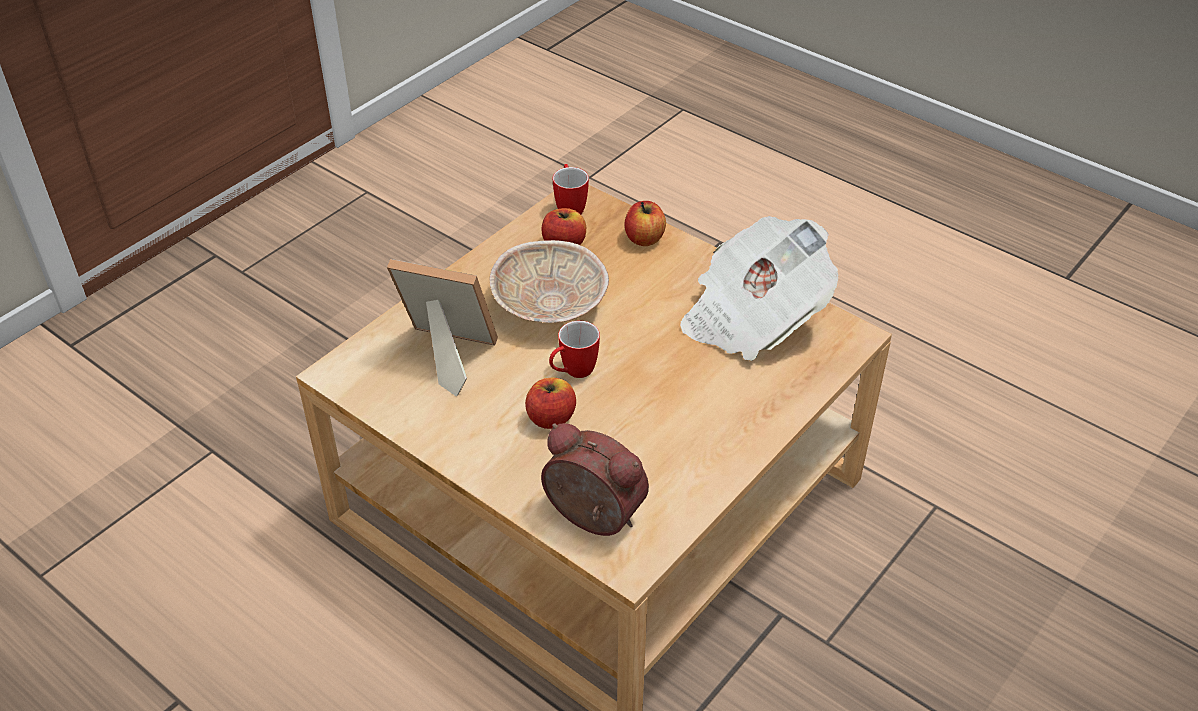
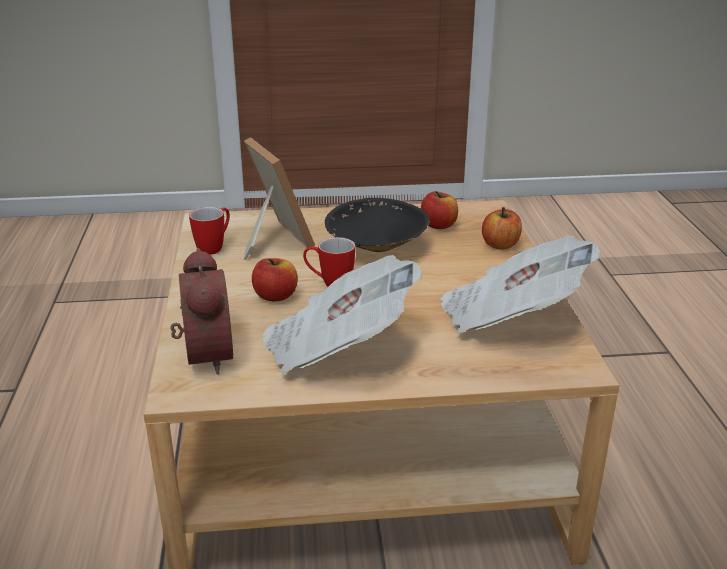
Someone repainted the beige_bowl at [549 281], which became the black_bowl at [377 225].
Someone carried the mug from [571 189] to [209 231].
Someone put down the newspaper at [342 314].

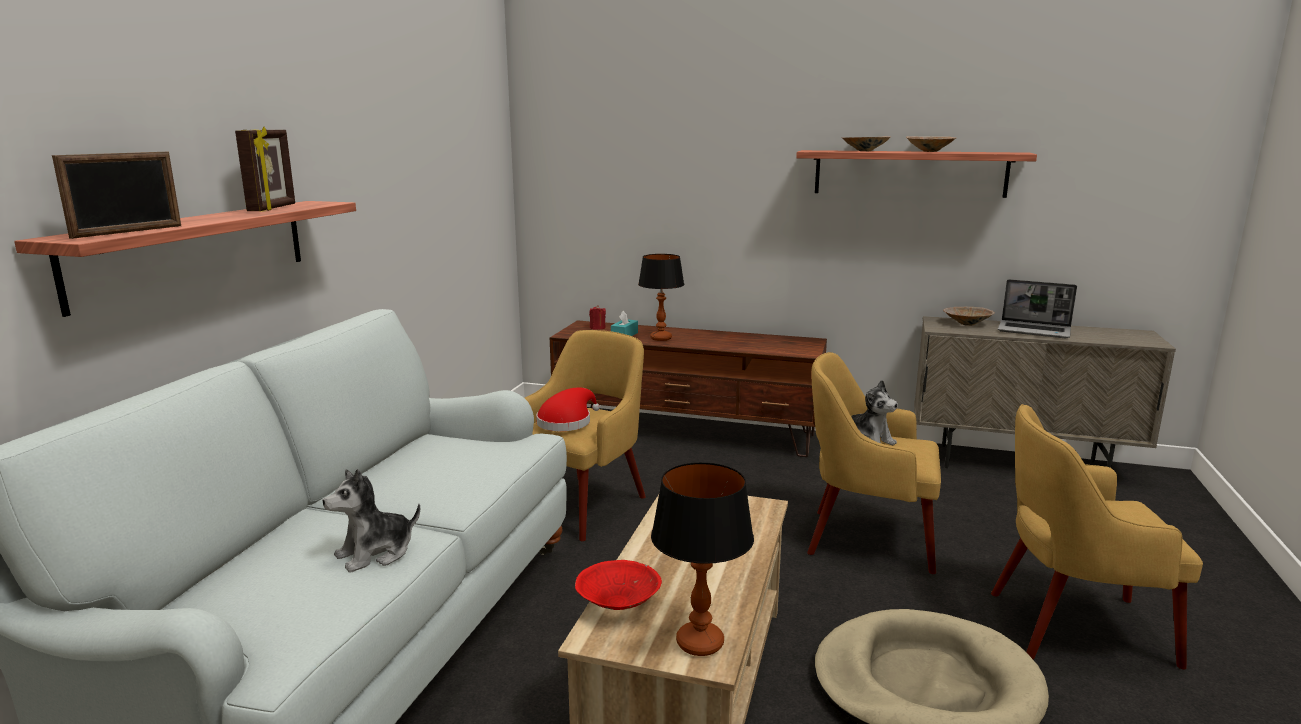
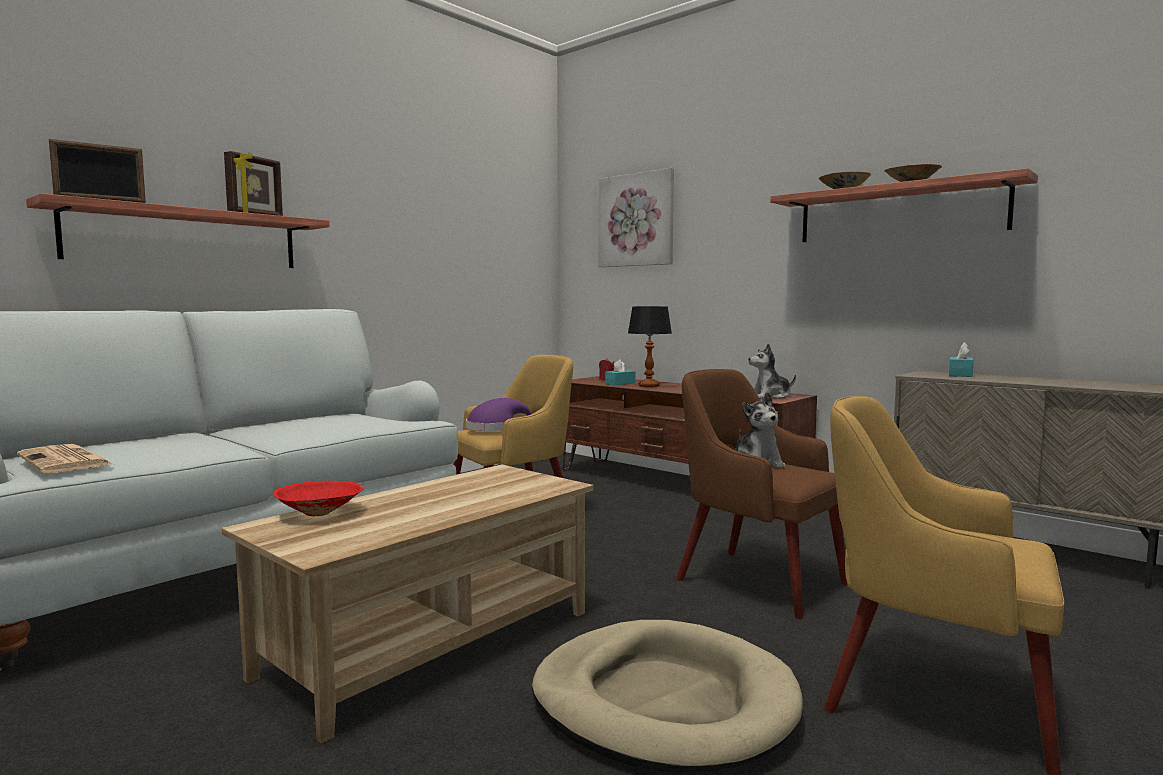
Someone carried the plush_toy from [371 521] to [772 371].
Someone repainted the red_hat at [568 409], which became the purple_hat at [498 414].
Someone took away the table_lamp at [702 559].
Someone repainted the yellow_armchair at [874 463], which became the brown_armchair at [762 494].
Someone swapped the beige_bowl at [969 316] for the turquoise_tissue_box at [961 359].
Someone took away the laptop at [1037 308].
Someone put down the newspaper at [65 458].
Someone put up the picture at [636 217].

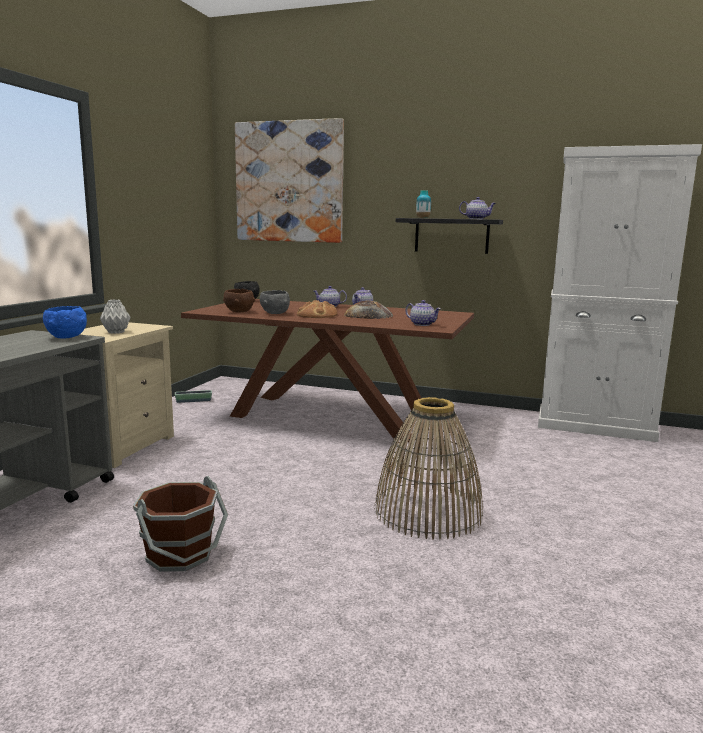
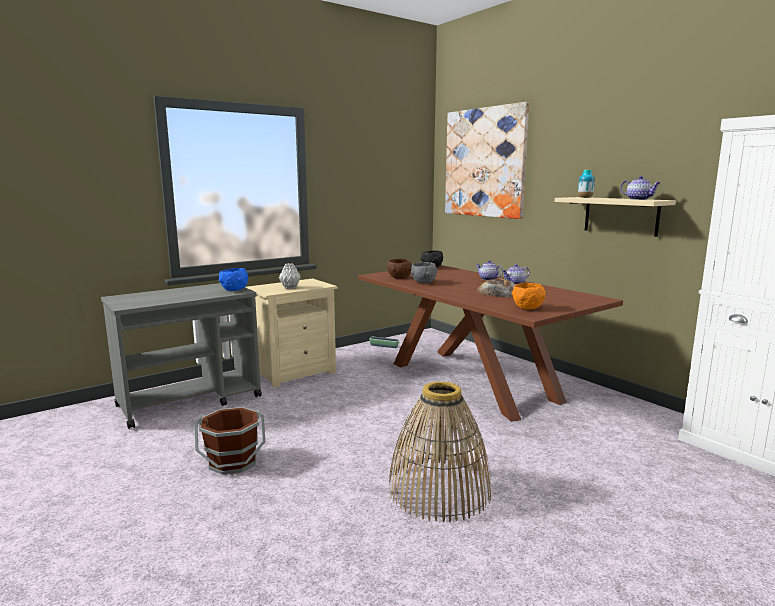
Someone took away the bread at [317 309].
Someone repainted the black_shelf at [449 236], which became the beige_shelf at [615 217].
Someone swapped the teapot at [423 313] for the orange_bowl at [528 296].

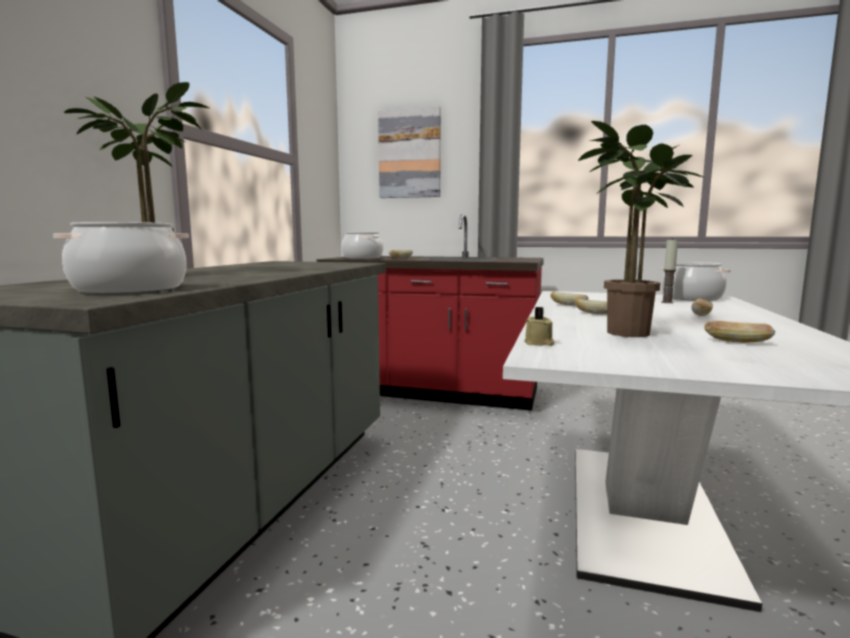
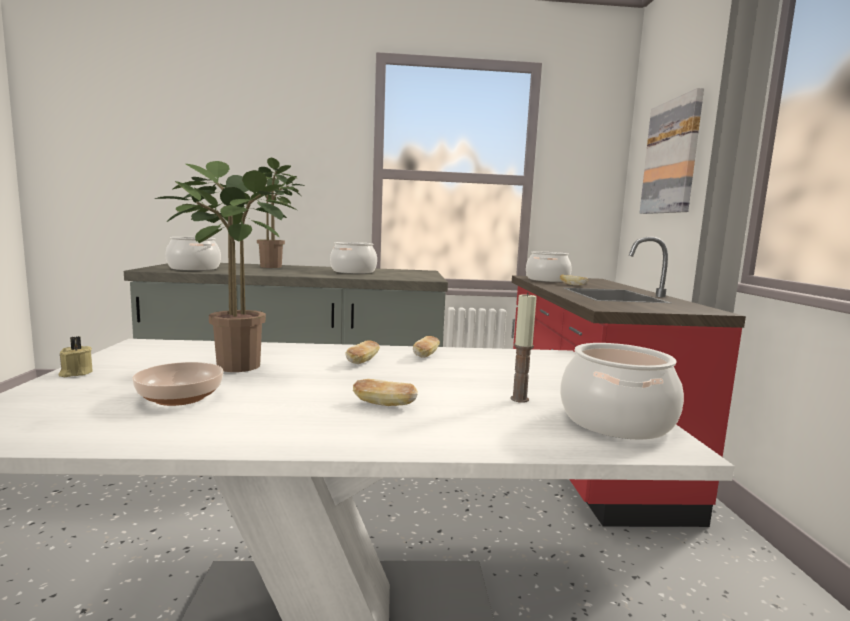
Someone carried the beige_candle from [539 326] to [76 356].
Someone swapped the bread at [739 332] for the bowl at [177 384].
Someone put down the cooking_pot at [353 258].

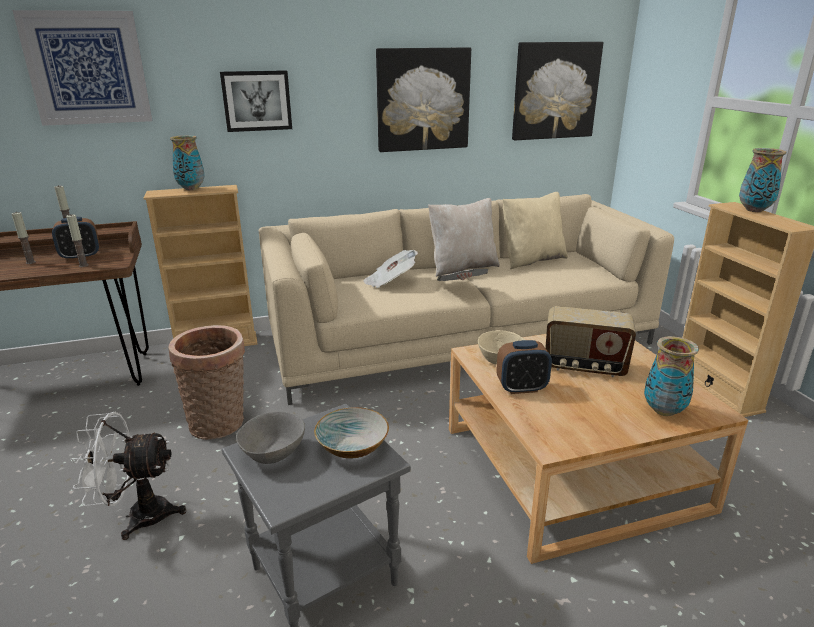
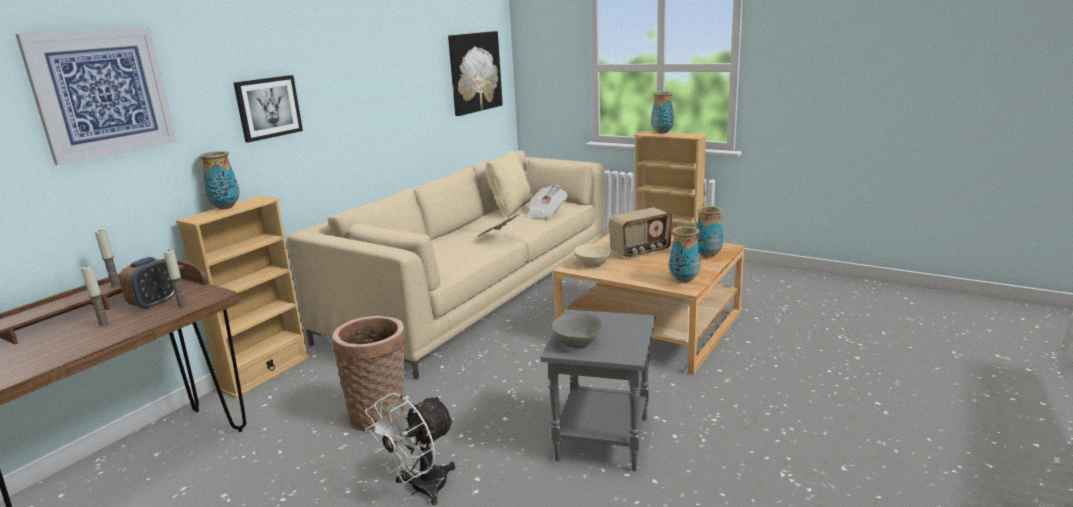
Someone took away the bowl at [351 432].
Someone carried the newspaper from [390 269] to [548 201].
Someone took away the picture at [423 99].
Someone took away the beige_pillow at [464 237].
Someone took away the alarm_clock at [524 367].
Someone put down the vase at [685 254].

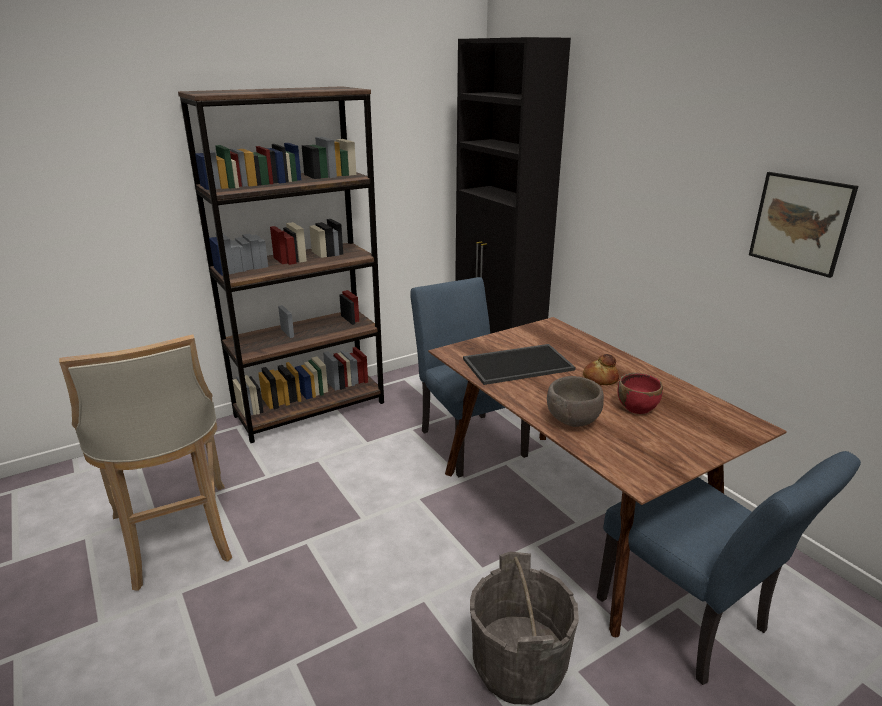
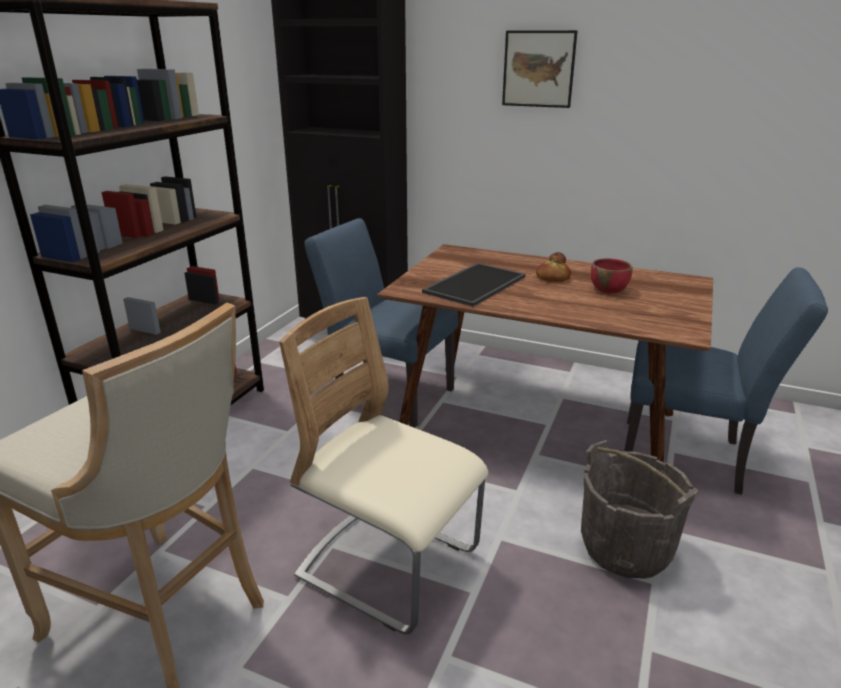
Someone took away the brown_bowl at [575 401].
Someone carried the picture from [803 225] to [539 69].
Someone put down the beige_chair at [383 465].

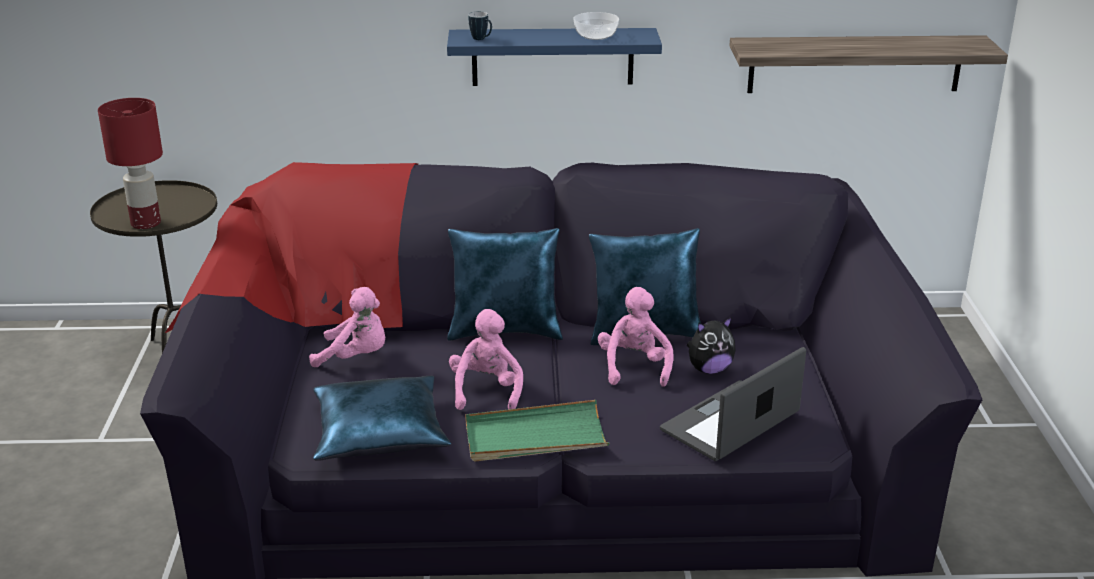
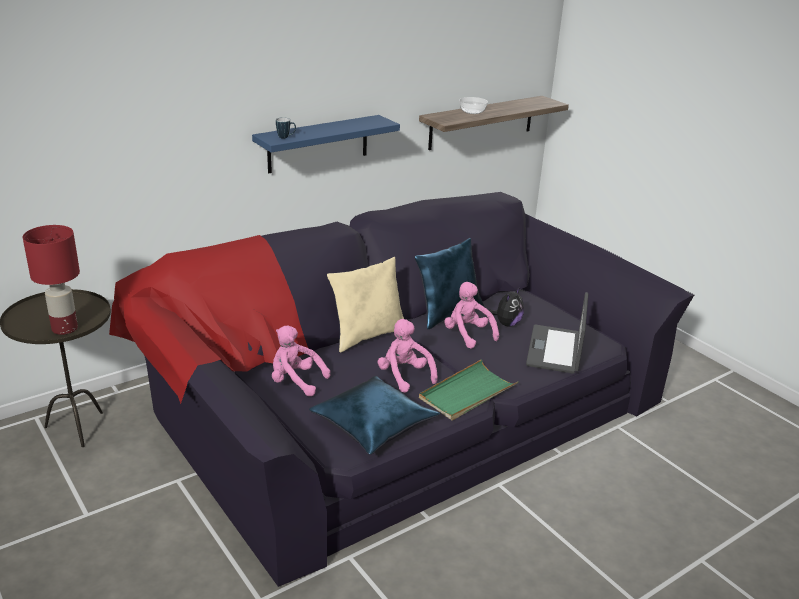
Someone rotated the pink_plush_toy at [347 327] by 135 degrees counterclockwise.
Someone repainted the blue_pillow at [505 284], which became the beige_pillow at [365 305].
Someone carried the bowl from [596 26] to [473 105].

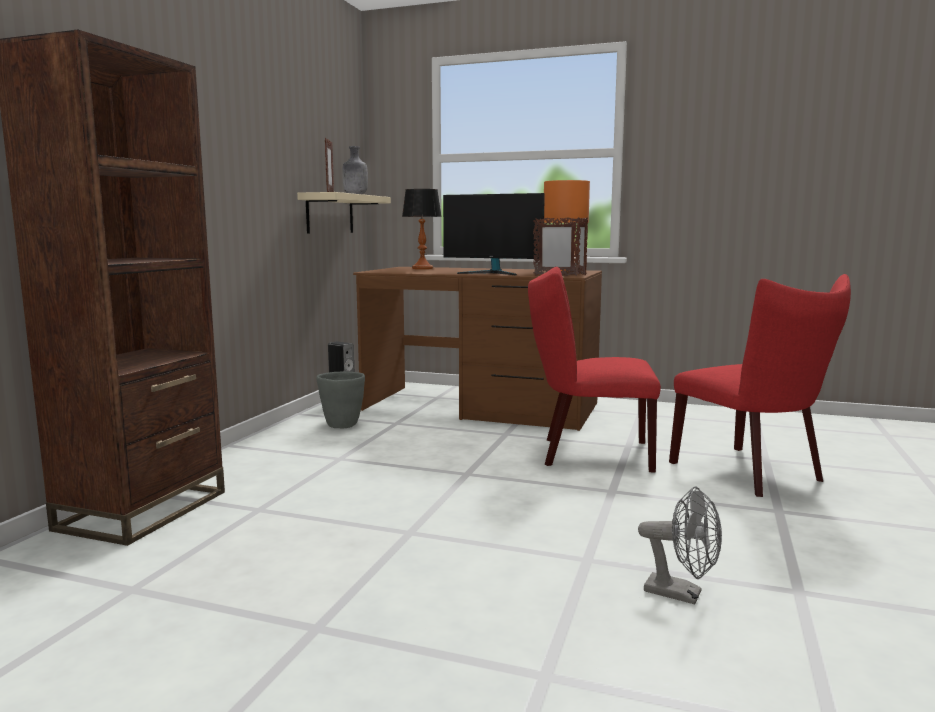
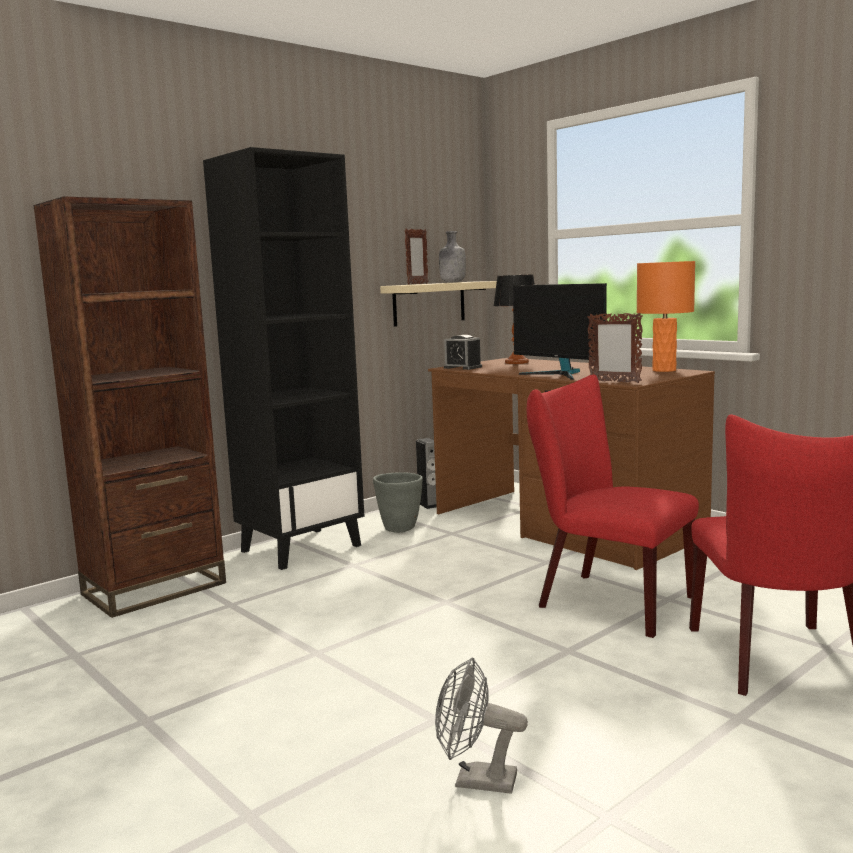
Someone took away the picture_frame at [582 246].
Someone rotated the grey_fan at [680 546] by 135 degrees clockwise.
Someone put down the black_bookcase at [283 358].
Someone put down the alarm_clock at [463 352].

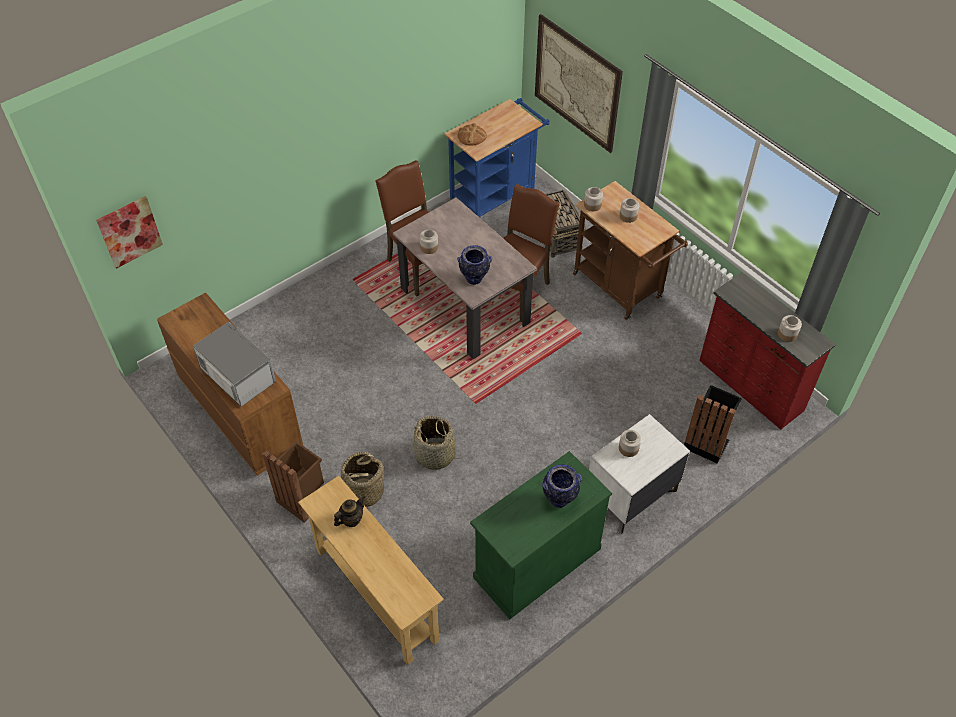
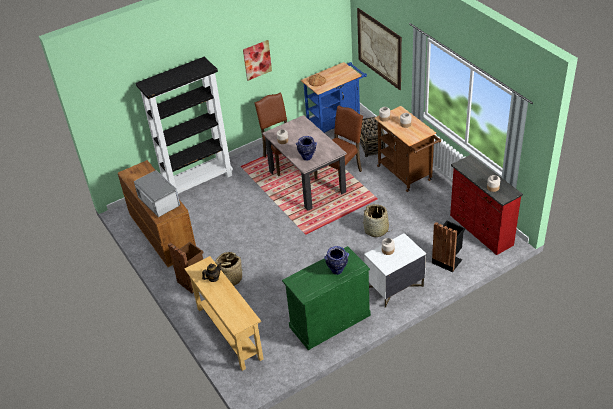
Someone carried the picture from [129 232] to [257 60].
Someone carried the basket from [436 443] to [376 220].
Someone put down the black_bookcase at [184 125].

